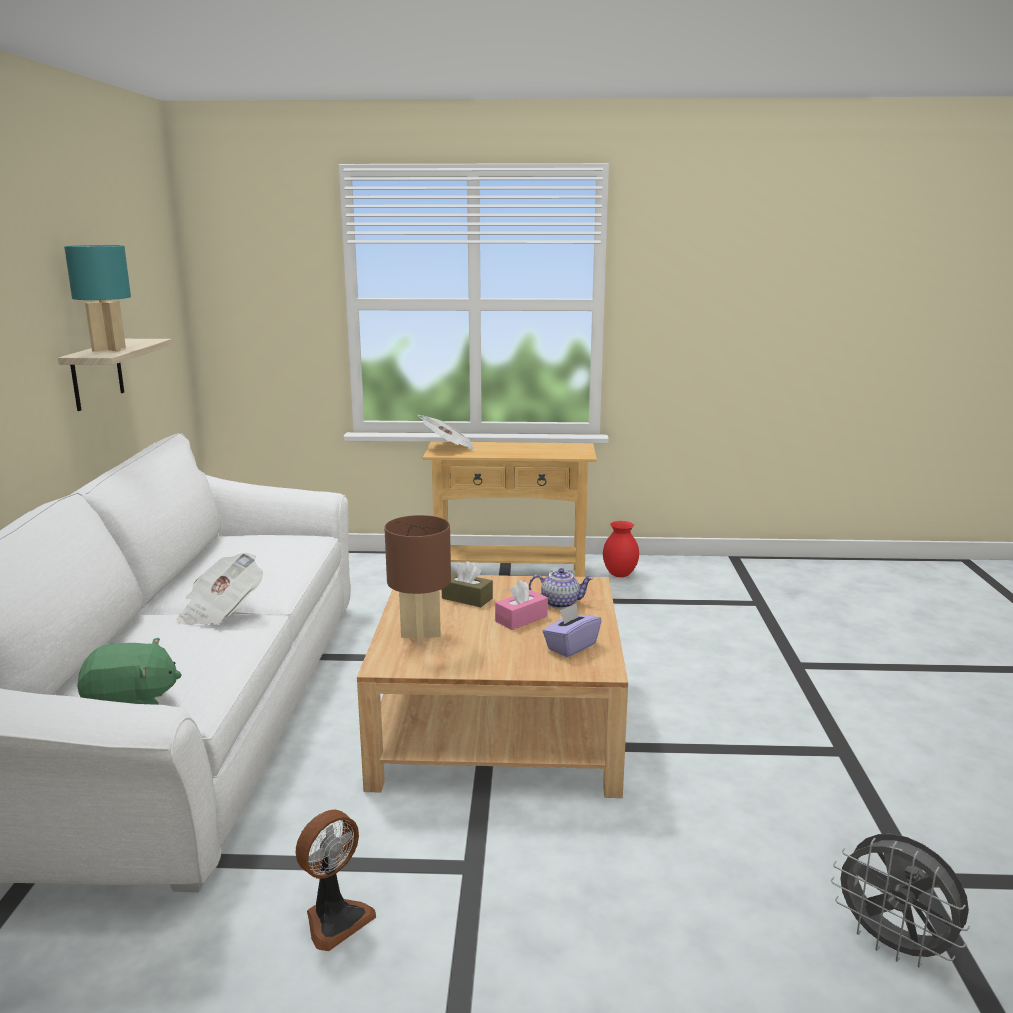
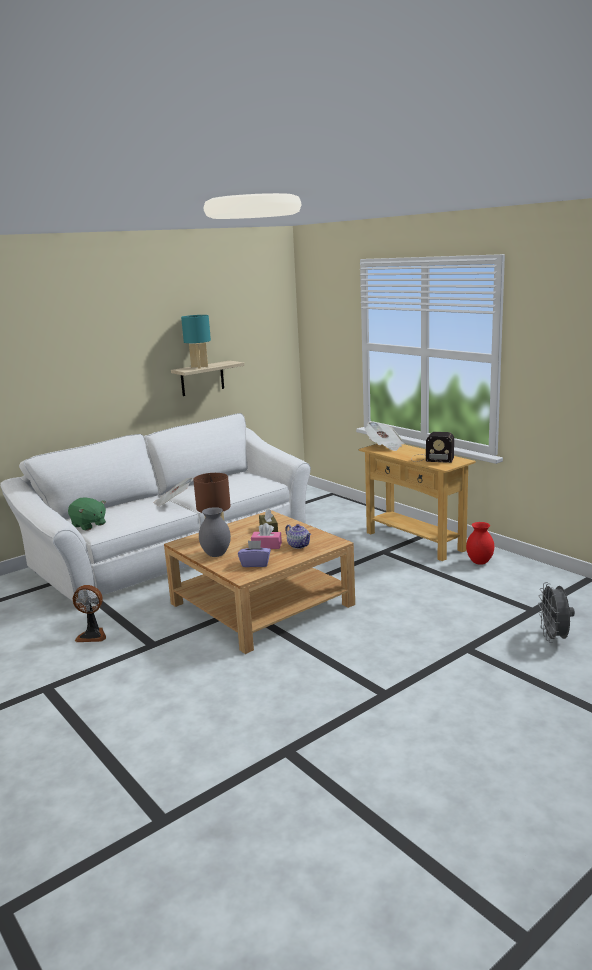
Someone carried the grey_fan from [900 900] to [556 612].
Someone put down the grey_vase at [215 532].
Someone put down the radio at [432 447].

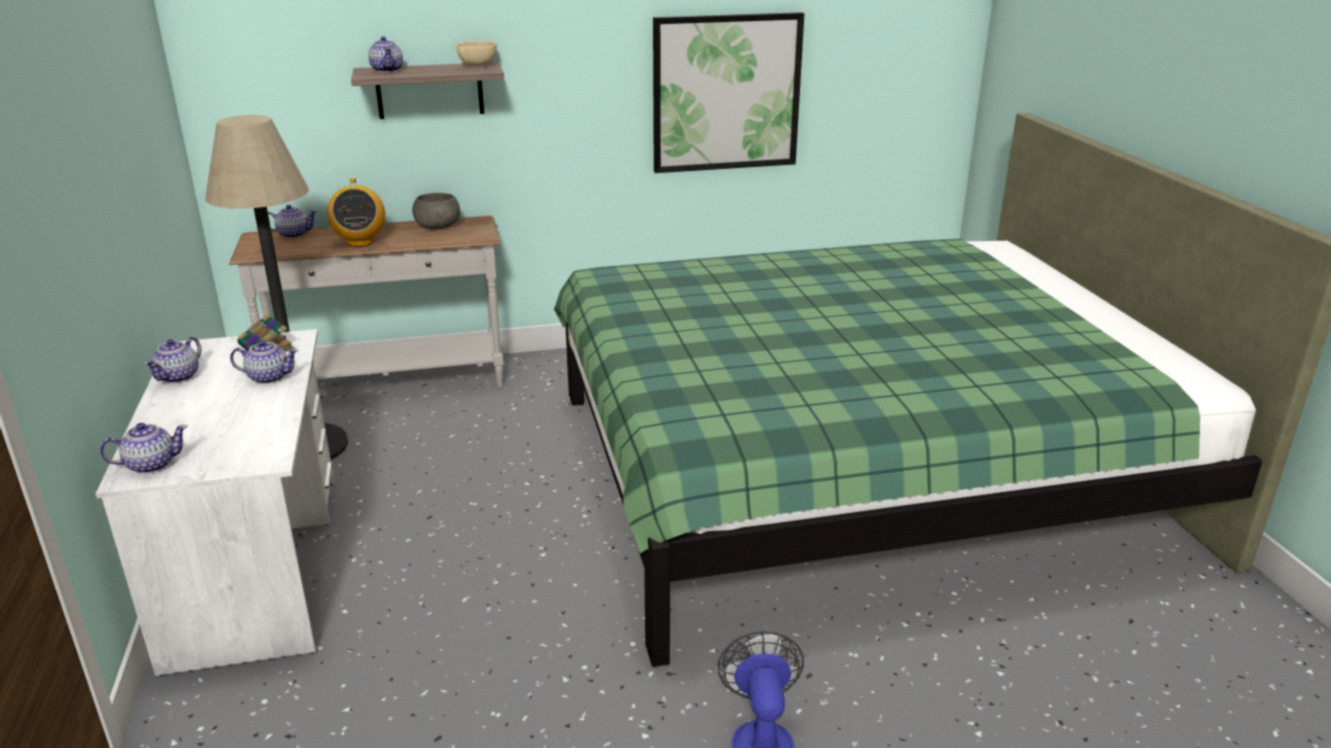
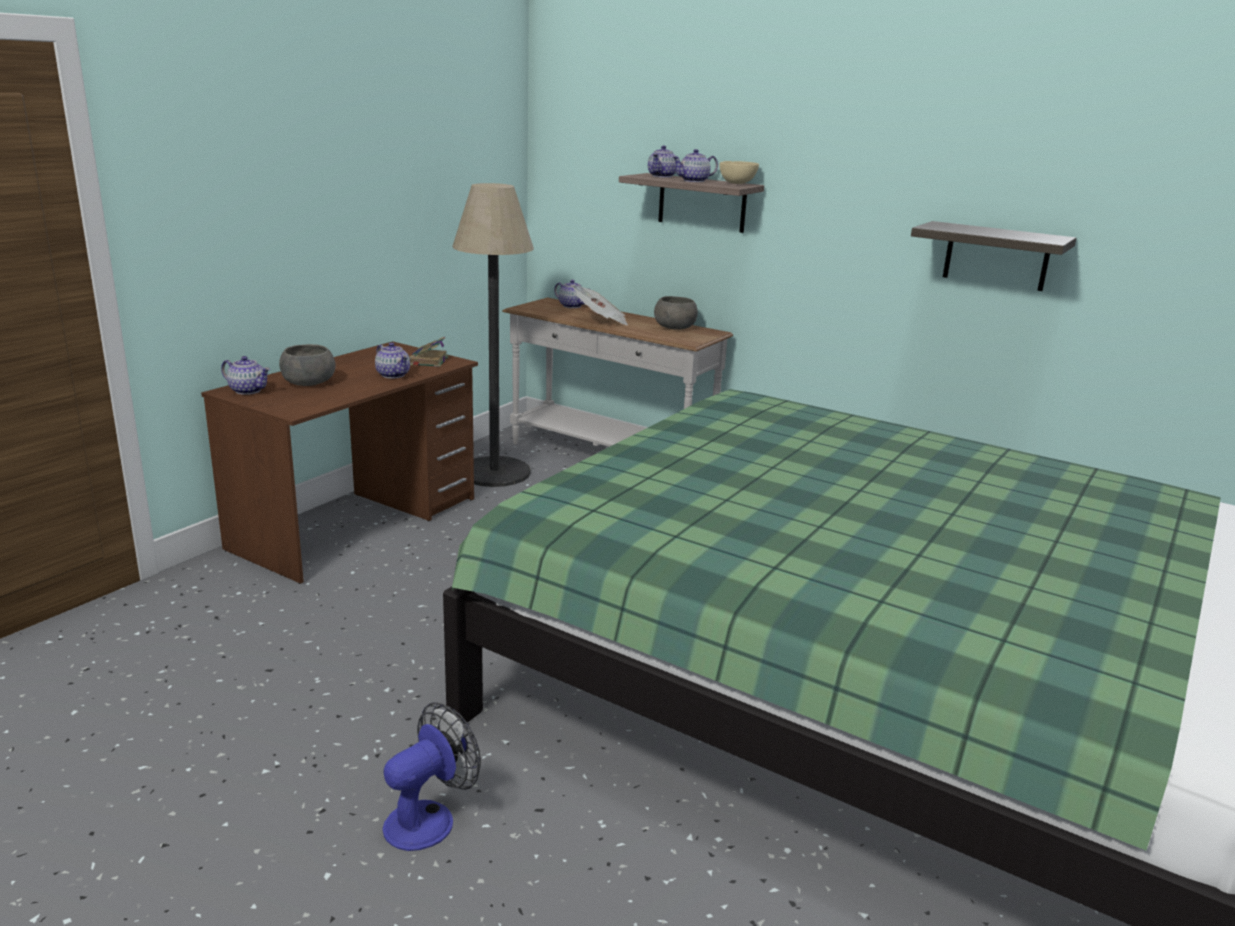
Someone repainted the white_desk at [215 502], which became the brown_desk at [339 462].
Someone carried the teapot from [173 360] to [695 165].
Someone swapped the radio at [356 212] for the newspaper at [599 305].
Someone swapped the picture at [728 92] for the shelf at [994 256].
Someone put down the grey_bowl at [307 365].

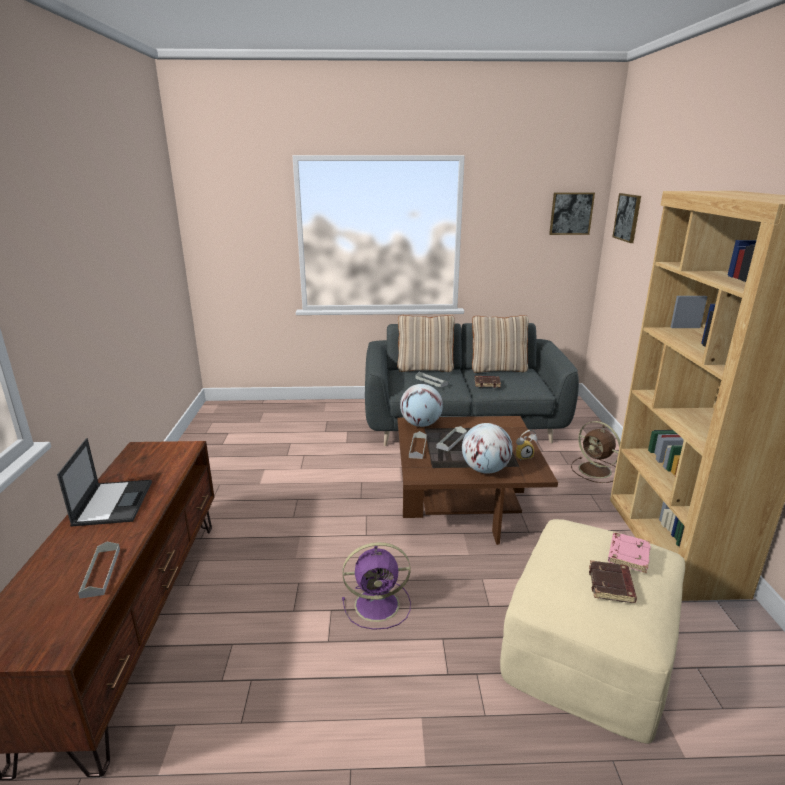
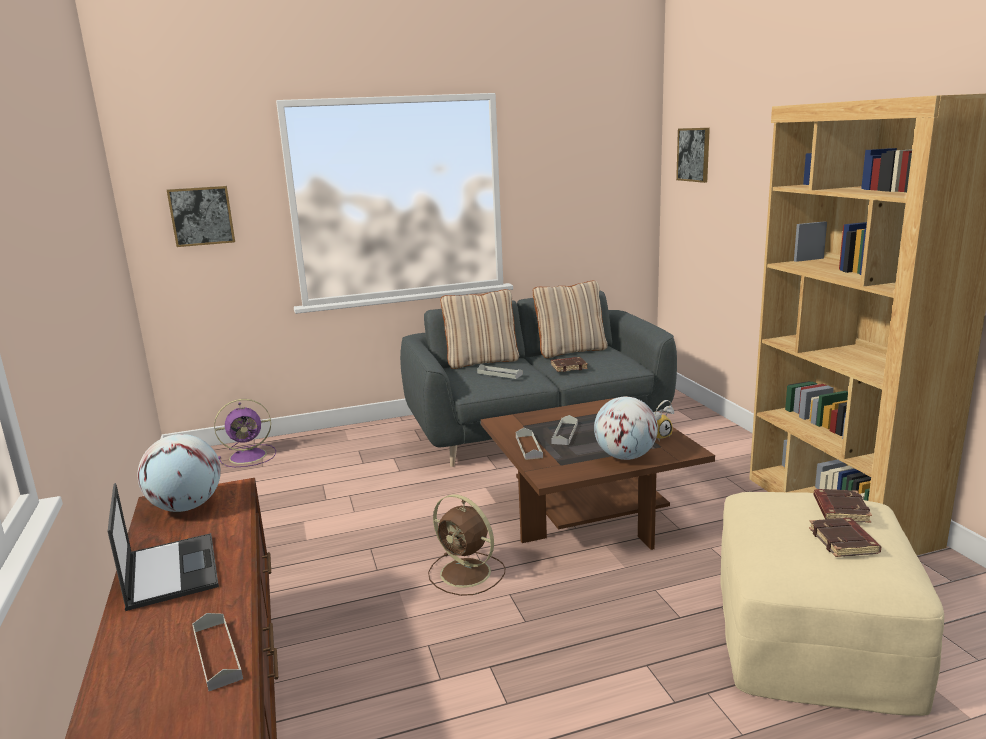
Someone carried the purple_fan from [376 586] to [245 433].
Someone carried the globe from [421 405] to [179 473].
Someone carried the picture from [572 213] to [201 216].
Someone carried the brown_fan from [595 452] to [467 545].
Someone repainted the pink_book at [629 553], which became the brown_book at [843 506].

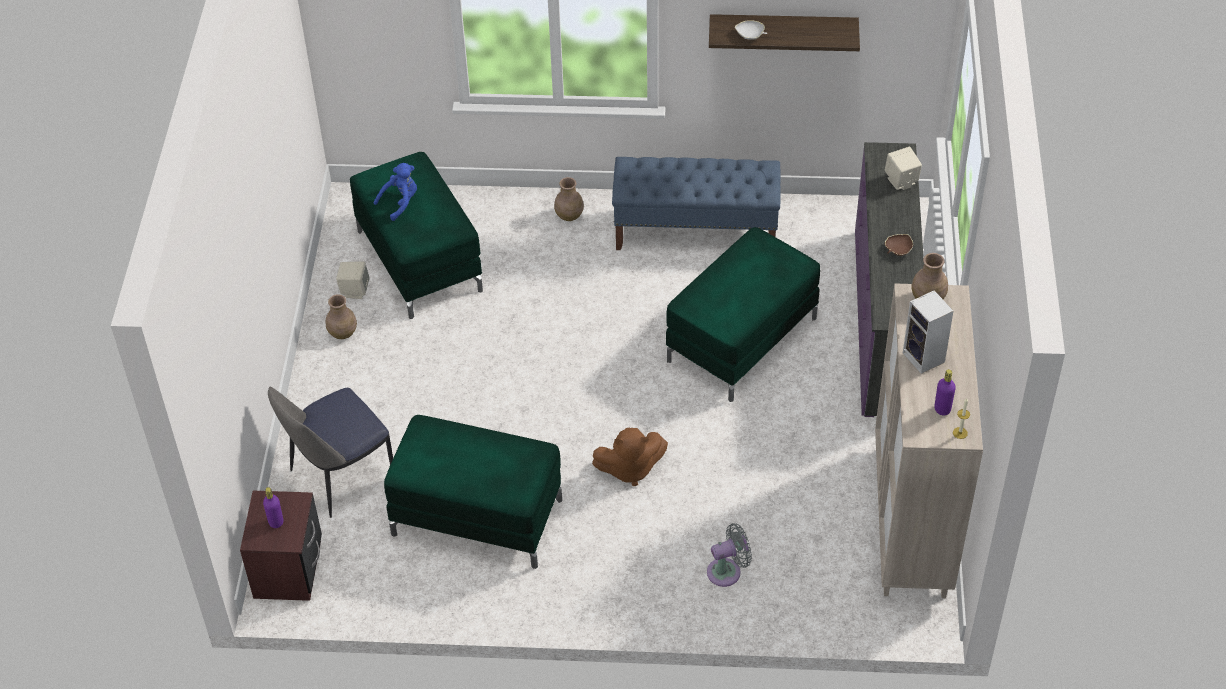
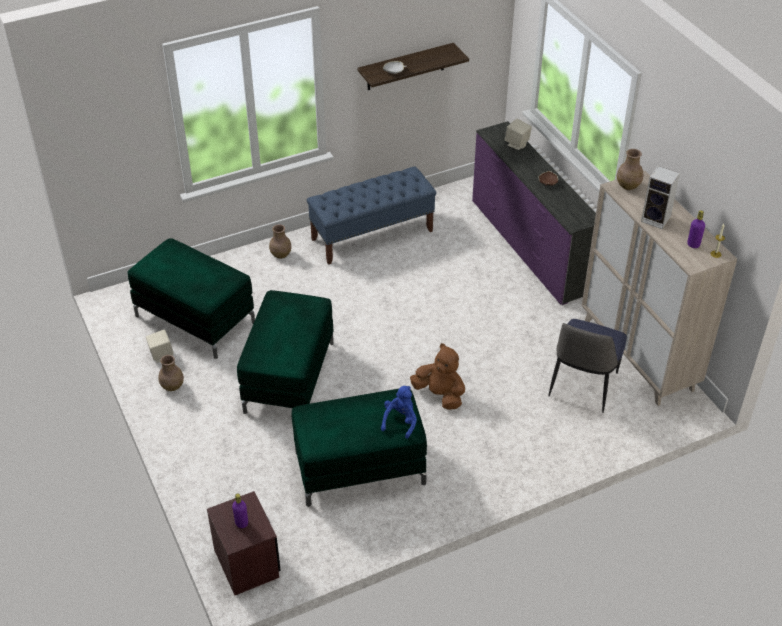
Someone carried the chair from [330 452] to [587 366].
Someone carried the blue_plush_toy from [395 192] to [399 412].
Someone rotated the brown_plush_toy at [630 457] by 105 degrees counterclockwise.
Someone carried the green_ottoman from [743 314] to [285 352].
Someone took away the grey_fan at [729 555].

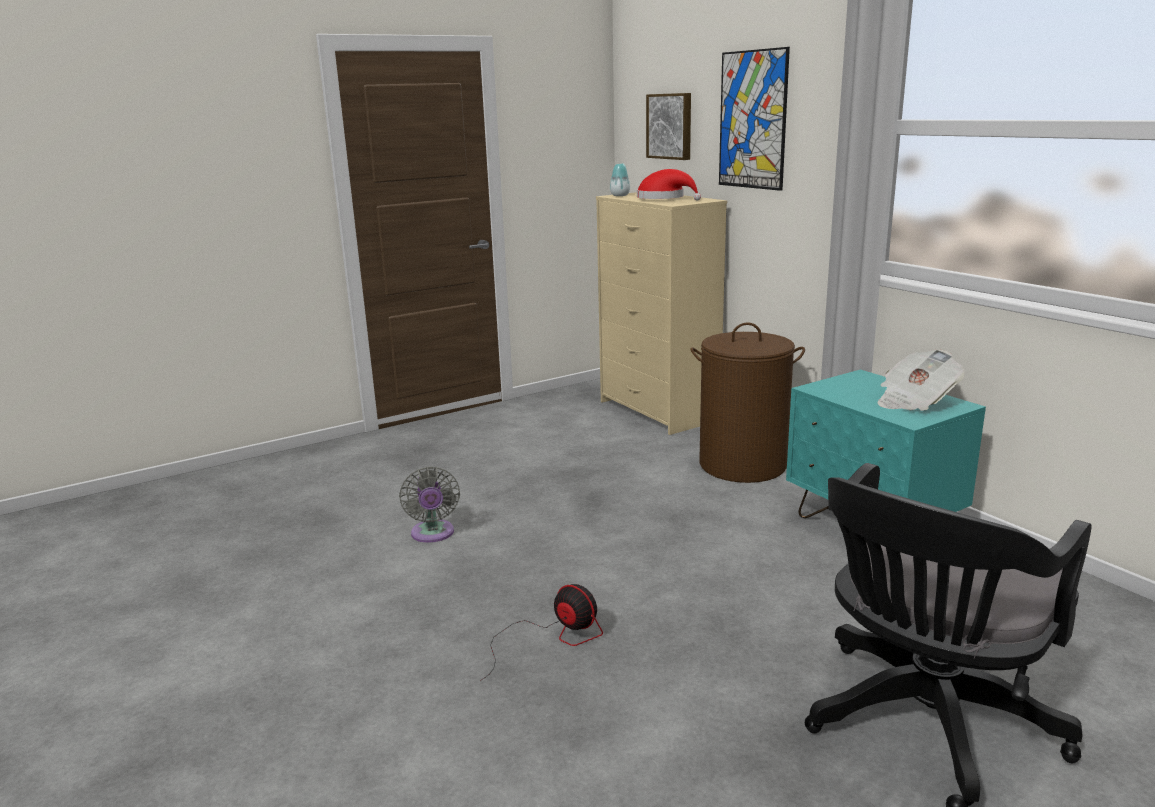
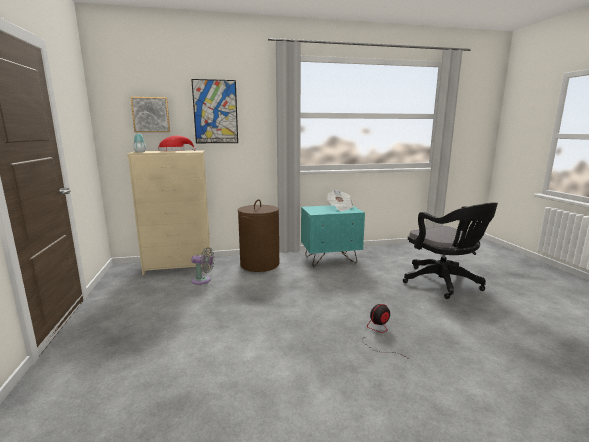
Someone carried the grey_fan from [429 504] to [202 266].

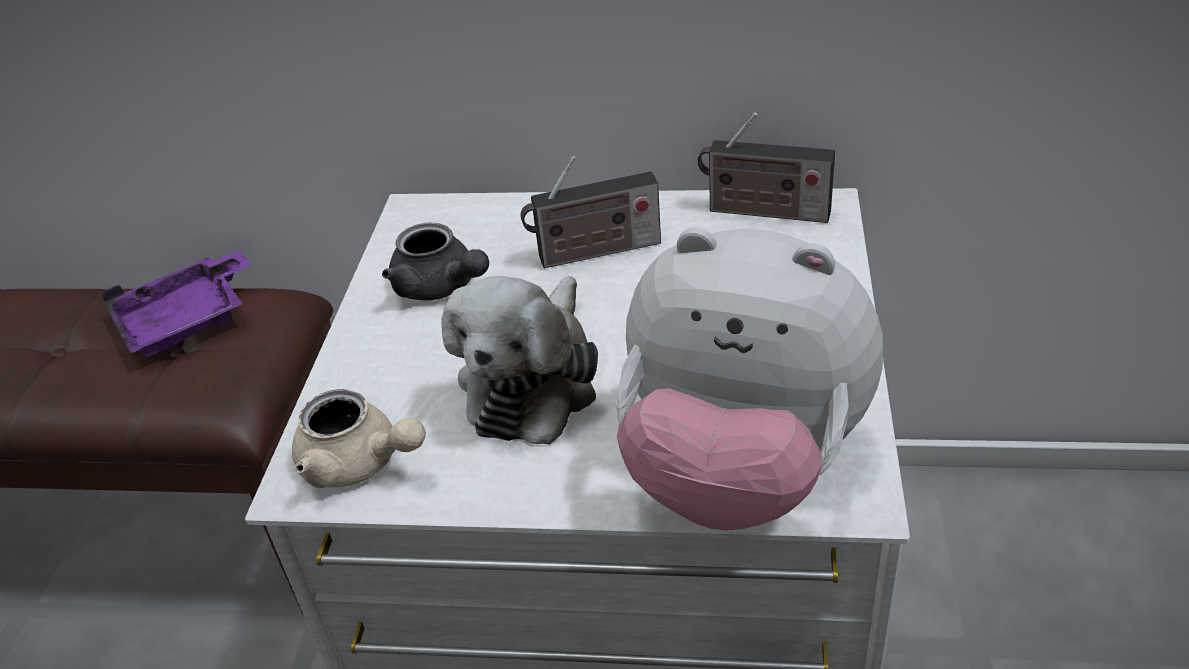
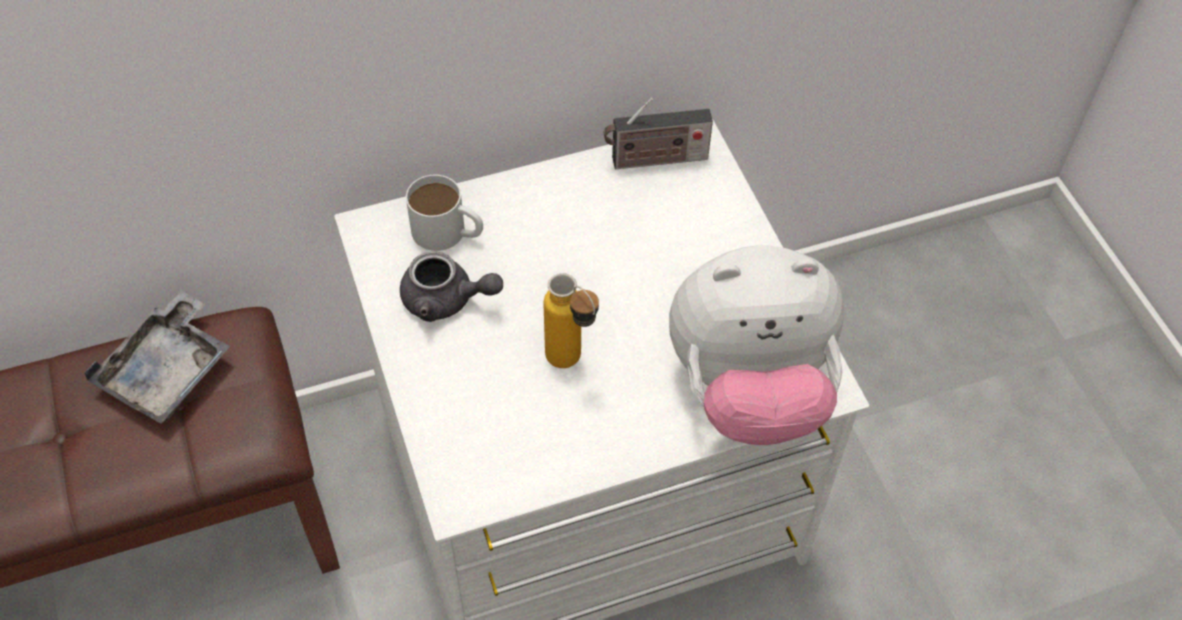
Someone repainted the purple_tray at [176 304], which became the grey_tray at [157 357].
Someone took away the beige_teapot at [359 438].
Someone swapped the plush_toy at [519 360] for the bottle at [571 320].
Someone took away the radio at [590 212].
Someone put down the white_mug at [444 213].

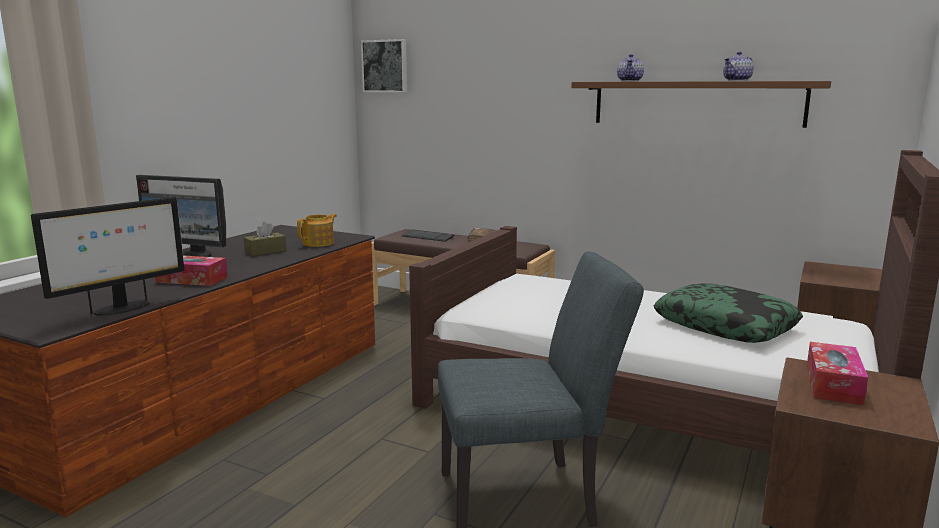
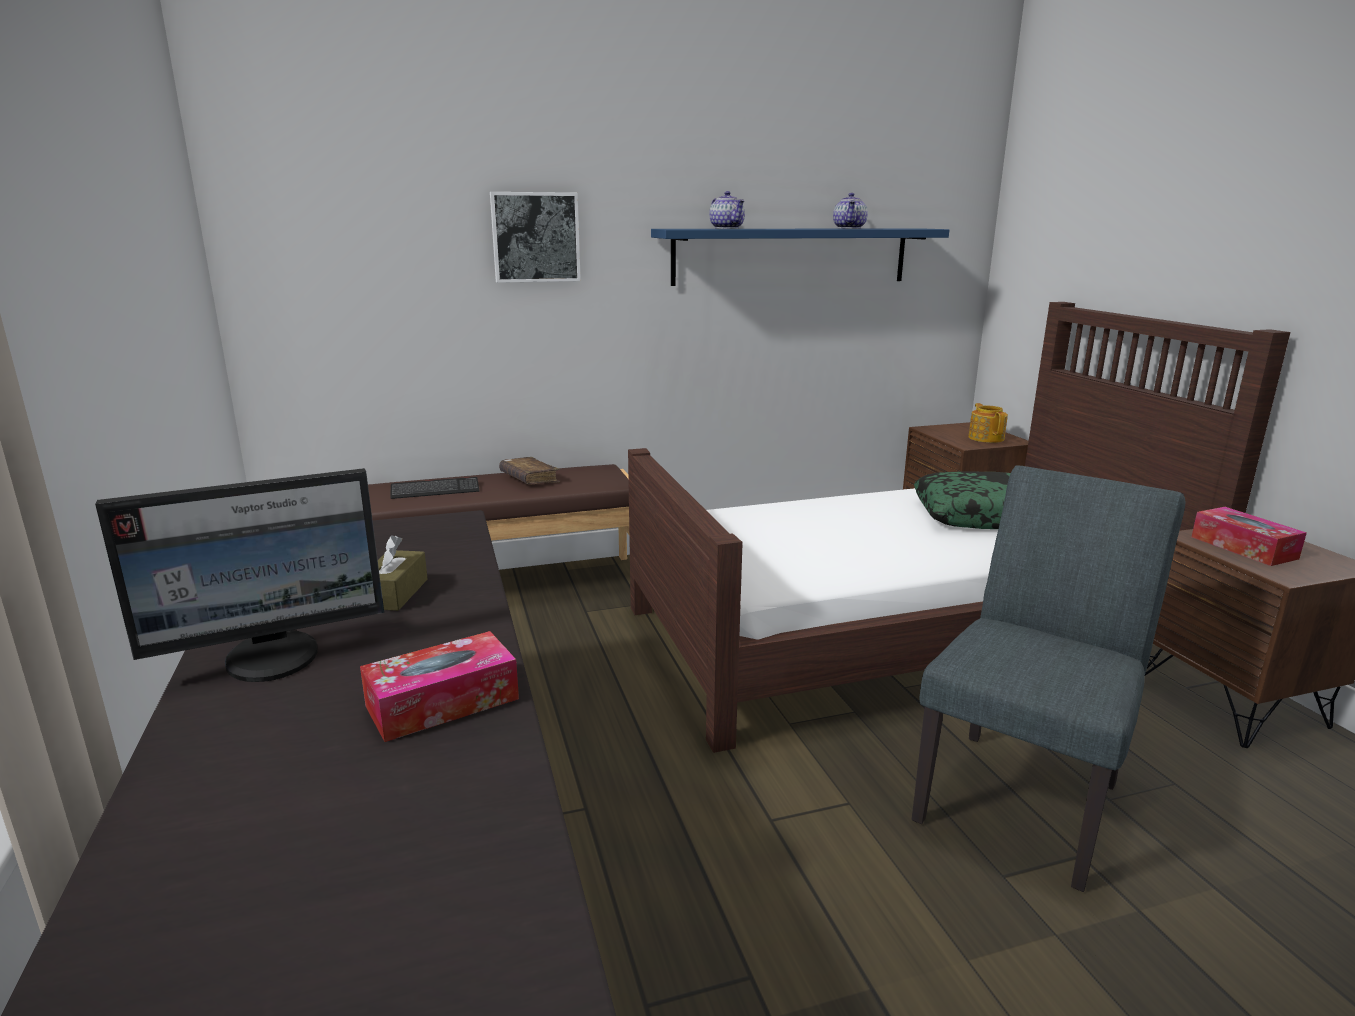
Someone took away the monitor at [108 256].
Someone carried the teapot from [317 230] to [988 423].
Someone carried the picture from [384 65] to [535 237].
Someone repainted the brown_shelf at [701 104], which became the blue_shelf at [800 257].

